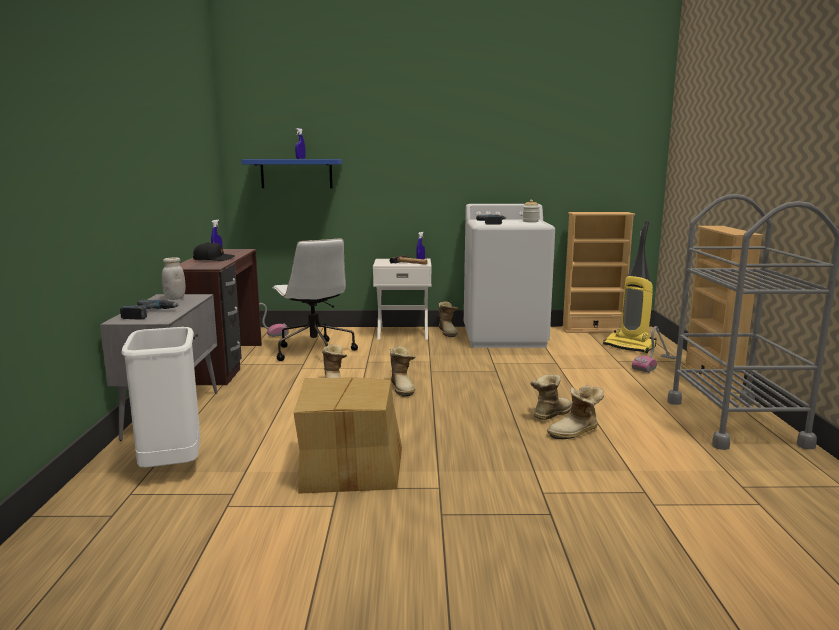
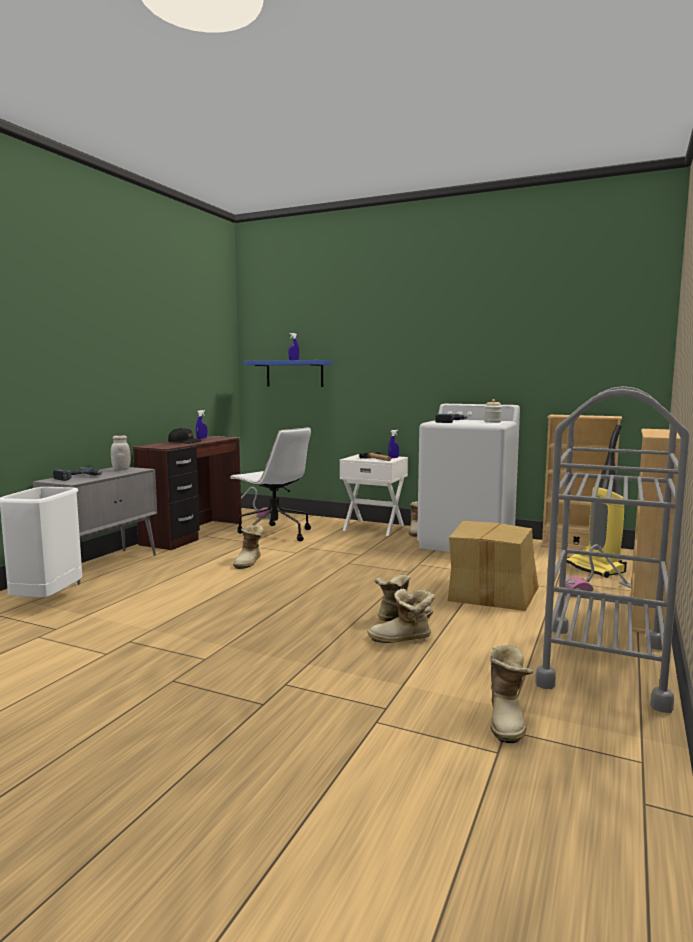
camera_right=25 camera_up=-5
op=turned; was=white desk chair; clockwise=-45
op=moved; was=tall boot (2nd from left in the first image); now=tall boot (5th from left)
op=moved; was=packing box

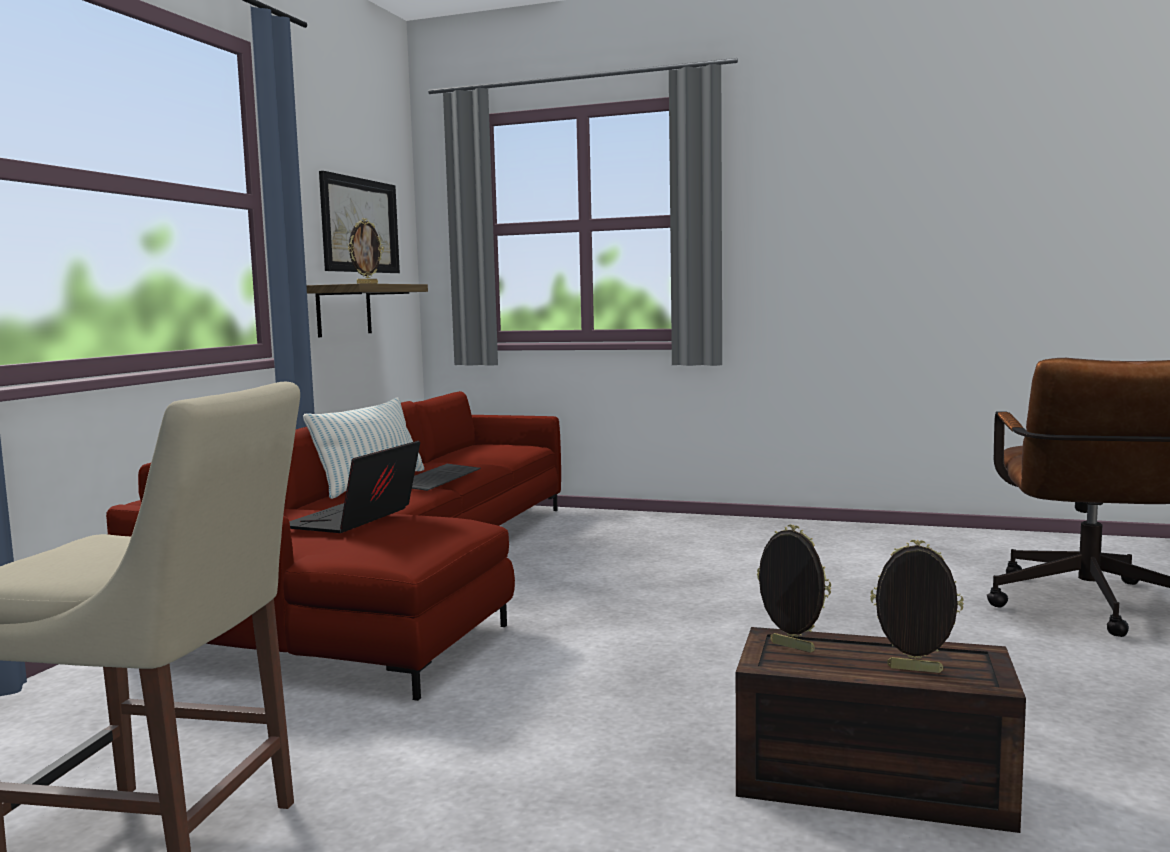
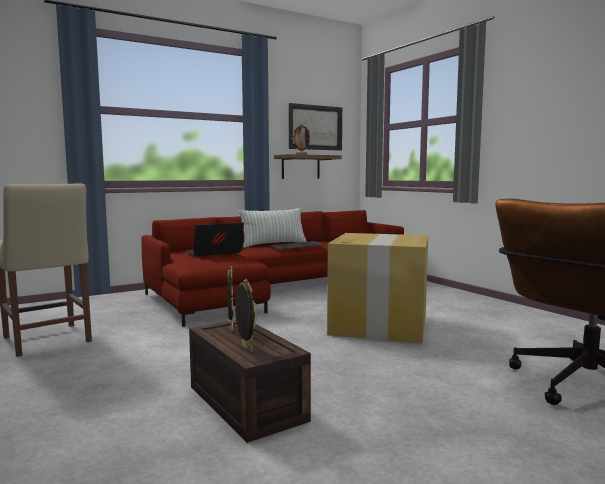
camera_right=40 camera_up=0
op=added; now=packing box

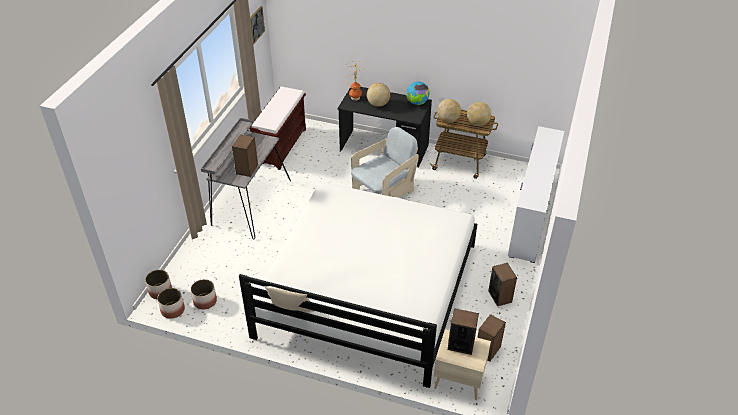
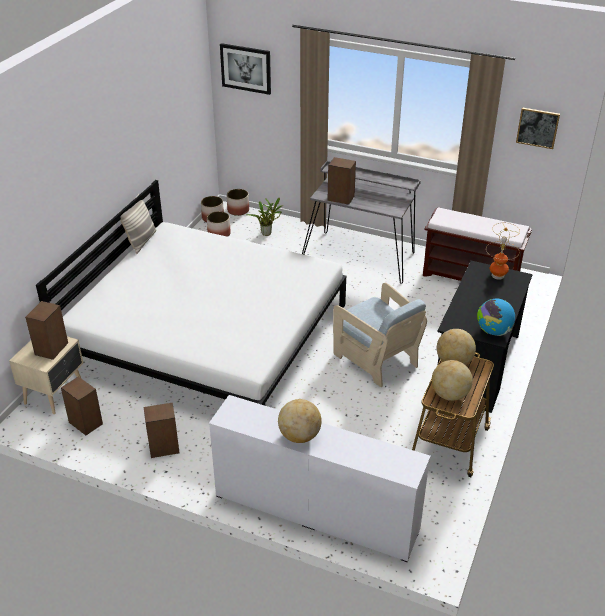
camera_right=95 camera_up=-5
op=moved; was=world globe (1st from left)
op=added; now=picture (1st from left)
op=added; now=potted plant

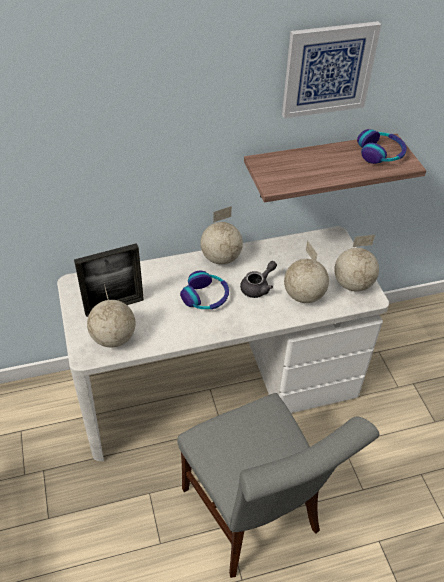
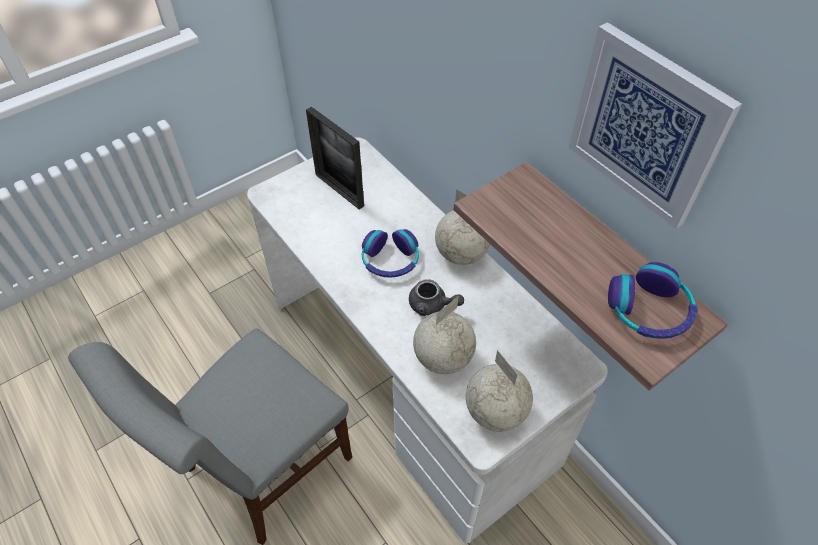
camera_right=70 camera_up=5
op=removed; was=world globe (1st from left)

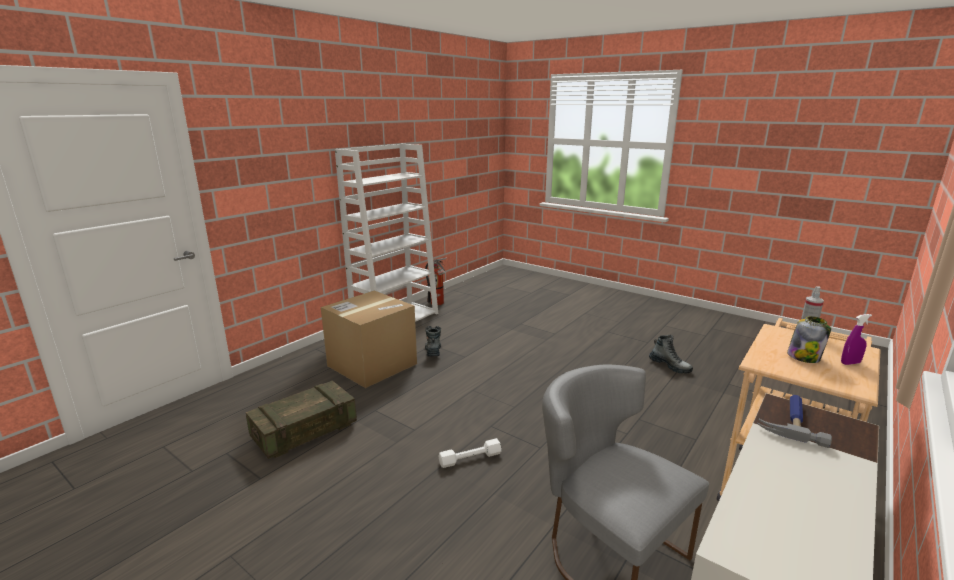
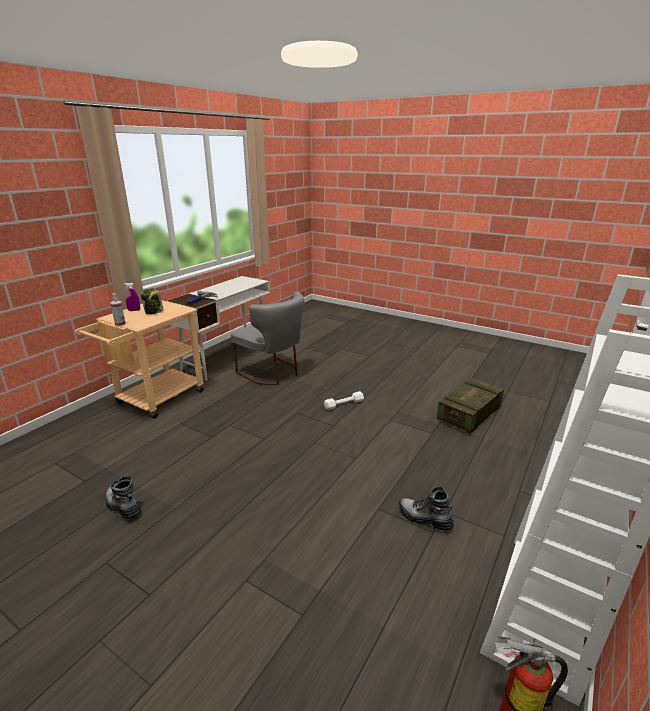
camera_right=175 camera_up=5
op=removed; was=packing box
op=turned; was=tall boot (1st from left in the first image); clockwise=135

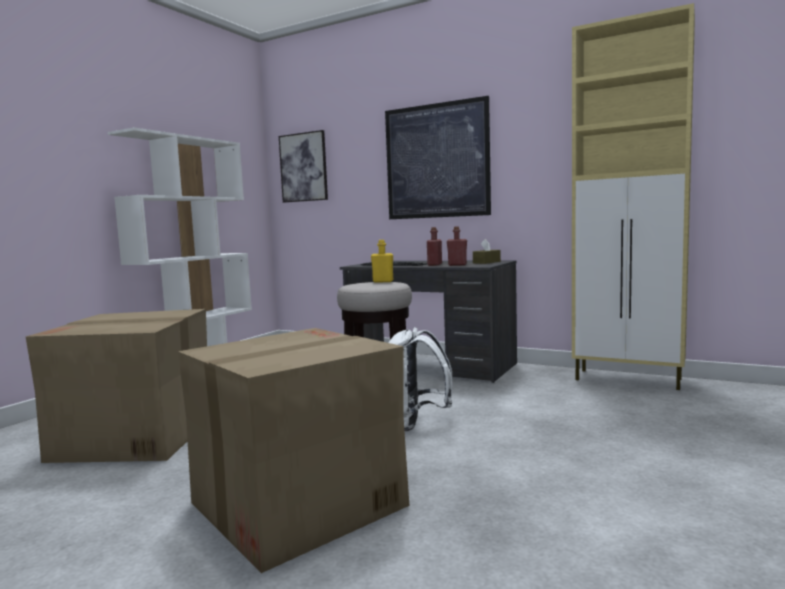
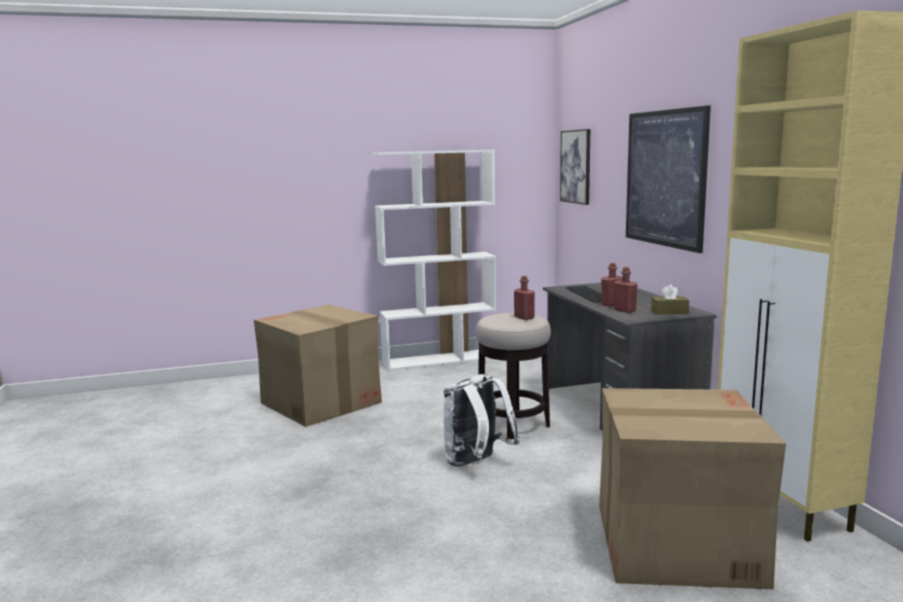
camera_right=45 camera_up=5
op=recoloured; was=yellow drink bottle; now=reddish drink bottle (1st from left)
op=moved; was=packing box (2nd from left)

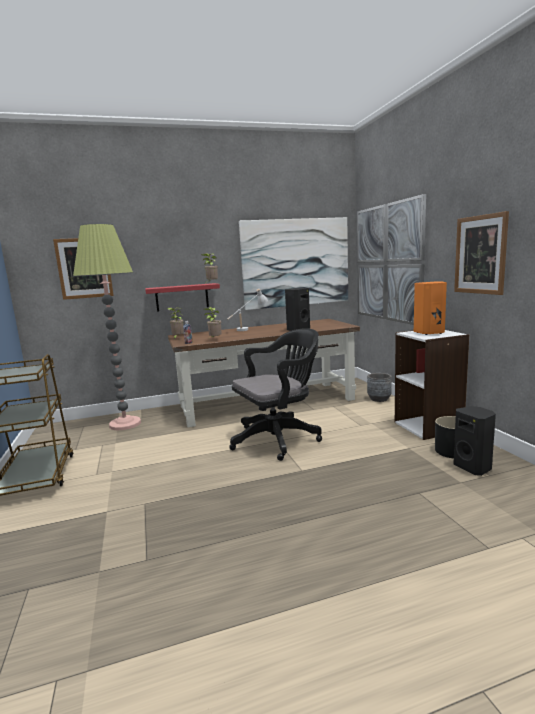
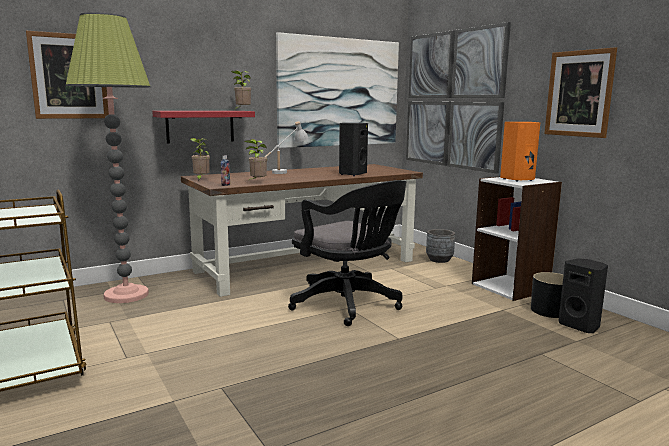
camera_right=-15 camera_up=0
op=turned; was=black-coloured desk chair; clockwise=90

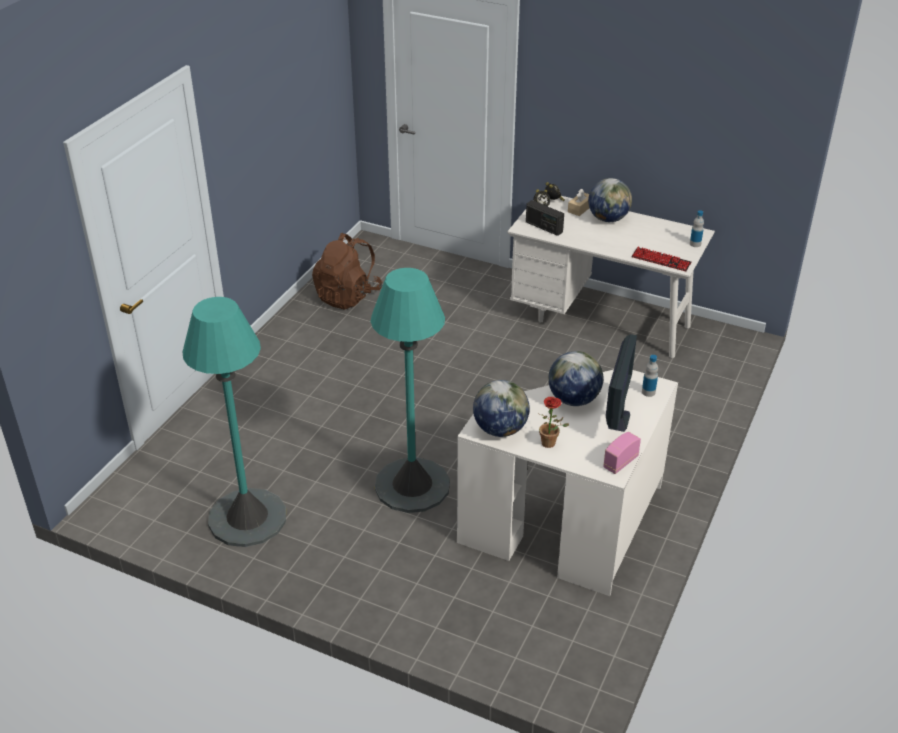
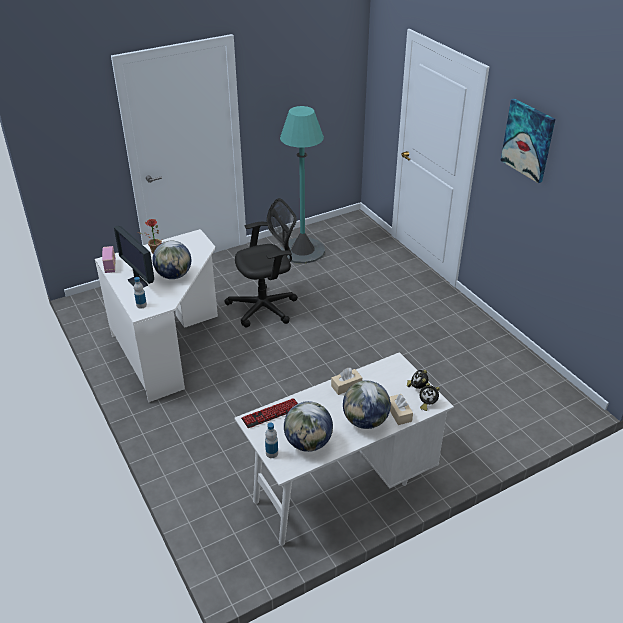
camera_right=125 camera_up=0
op=removed; was=radio receiver (1st from left)
op=removed; was=brown knapsack
op=replaced; was=blue-green floor lamp (2nd from left); now=black-coloured desk chair
op=moved; was=world globe (1st from left in the first image); now=world globe (2nd from left)
op=added; now=picture
op=added; now=beige-coloured tissue box (1st from left)

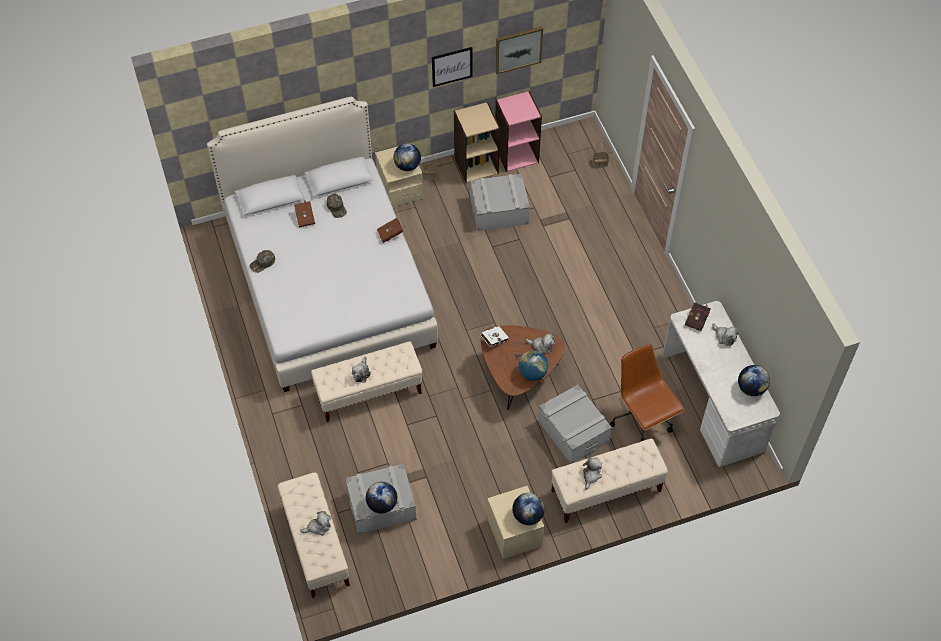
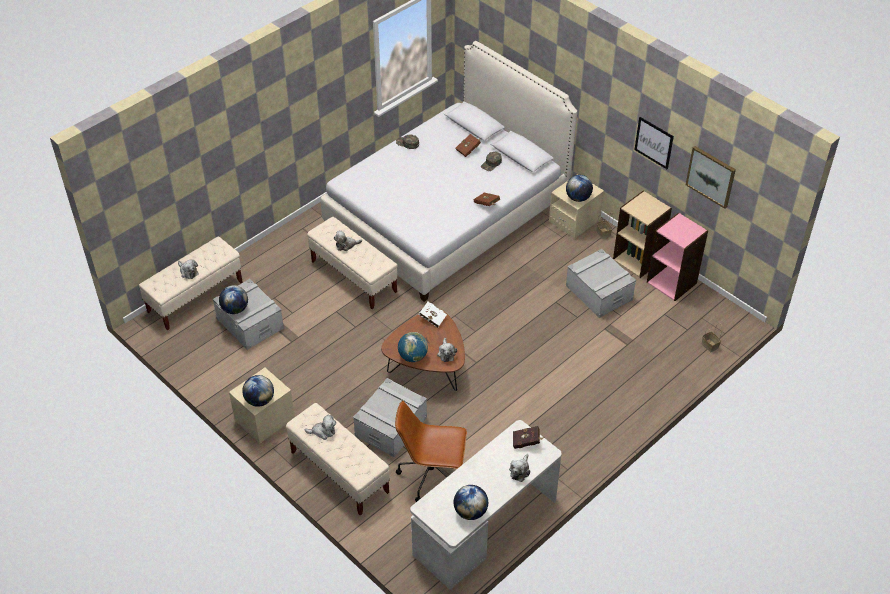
camera_right=65 camera_up=-10
op=turned; was=brown desk chair; clockwise=-120

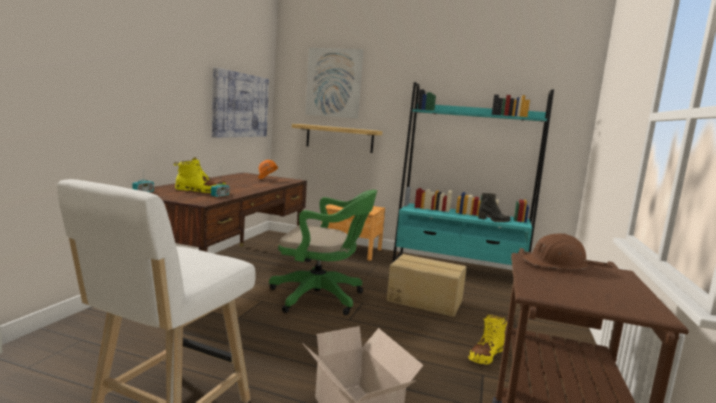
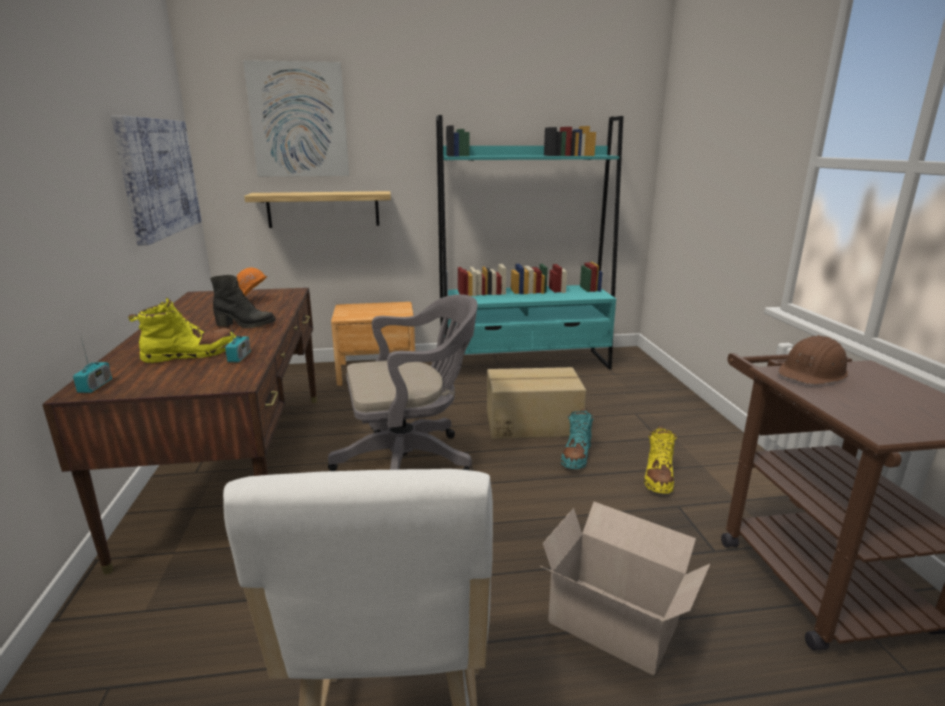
camera_right=-25 camera_up=10
op=recoloured; was=green-coloured desk chair; now=greyish desk chair
op=moved; was=black-coloured tall boot
op=added; now=blue-green tall boot

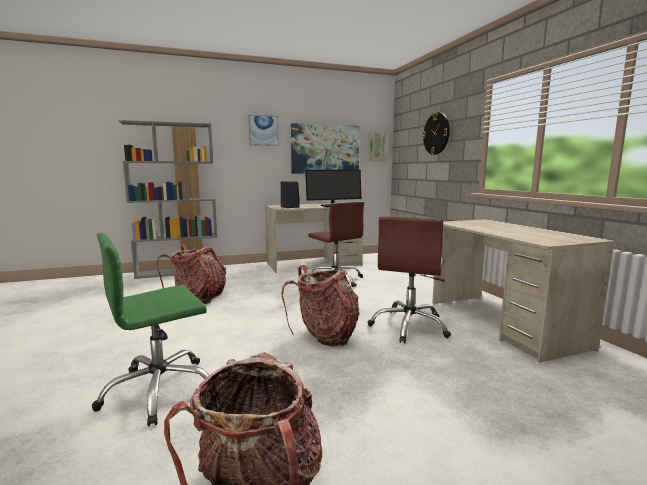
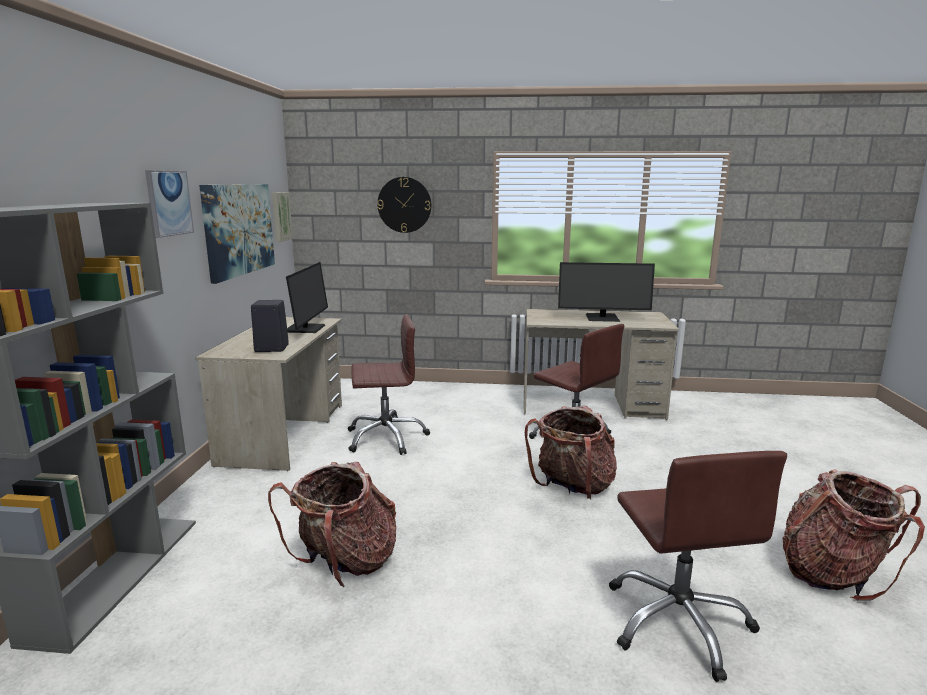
camera_right=-65 camera_up=5
op=recoloured; was=green-coloured desk chair; now=brown desk chair (3rd from left)
op=added; now=computer display (2nd from left)

